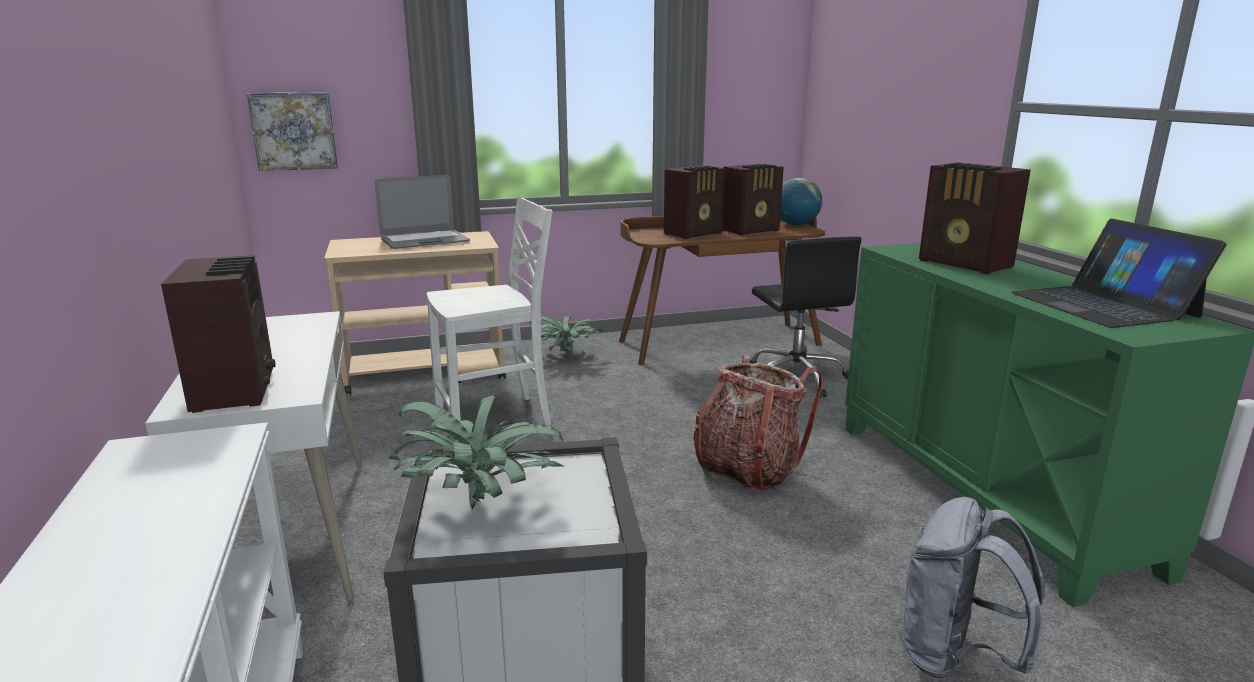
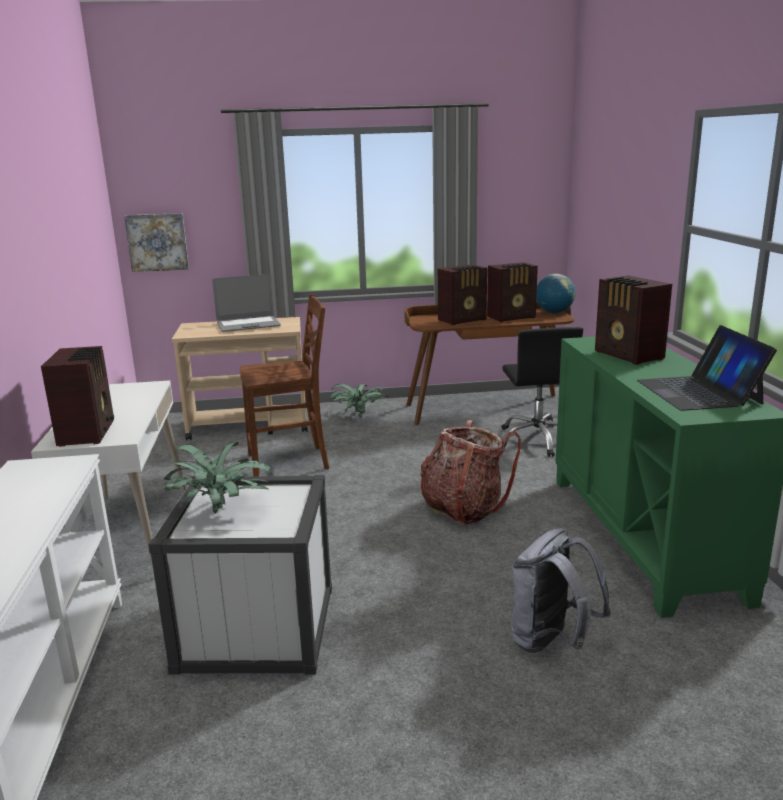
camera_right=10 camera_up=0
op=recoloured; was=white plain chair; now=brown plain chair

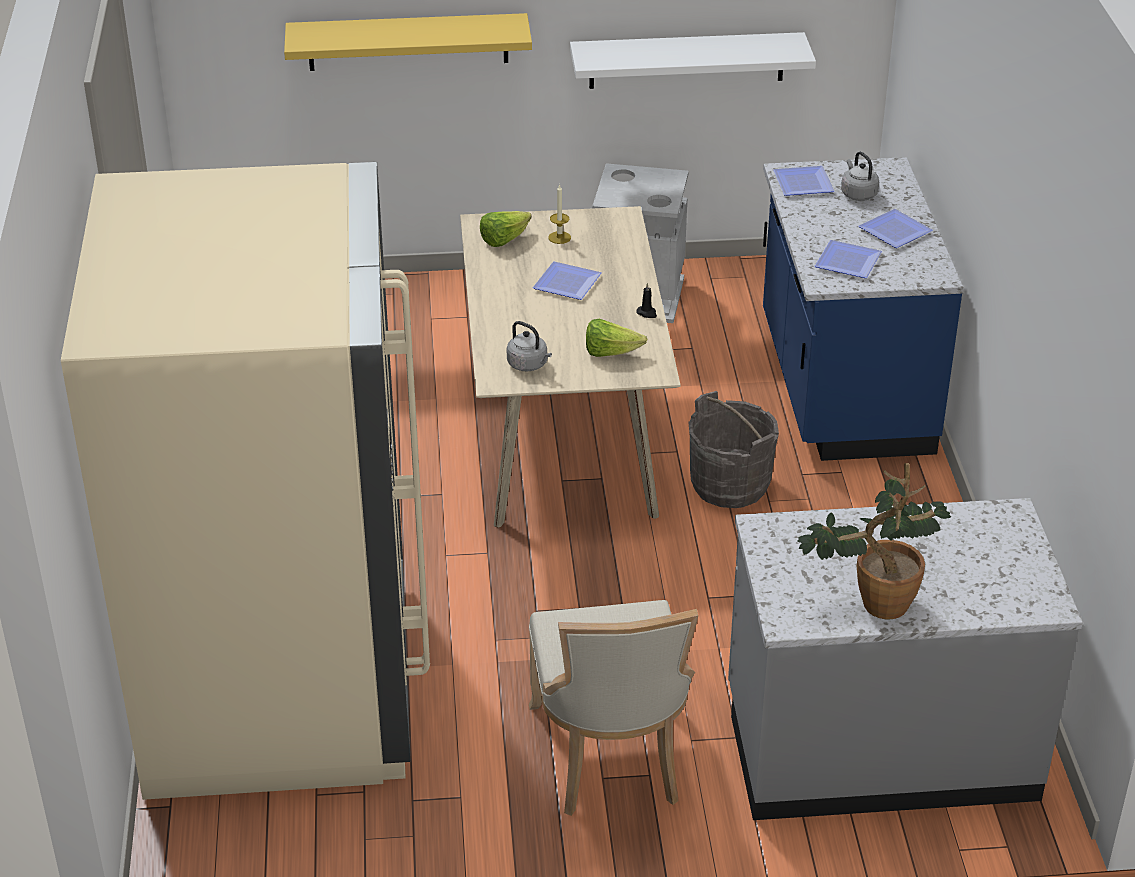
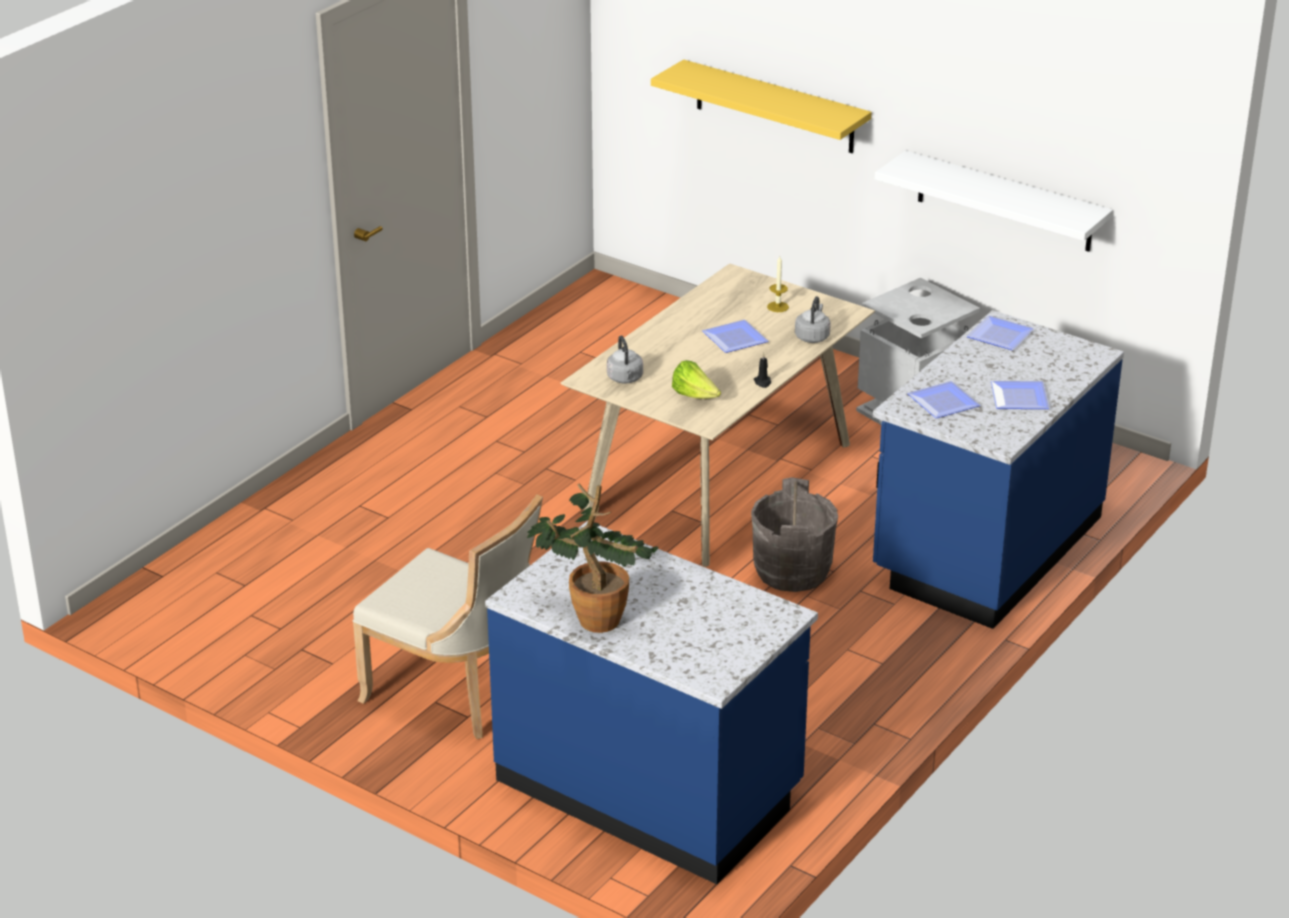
camera_right=40 camera_up=-5
op=moved; was=greyish tea kettle (2nd from left)
op=removed; was=beige-coloured fridge
op=removed; was=lettuce (1st from left)
op=recoloured; was=greyish counter; now=blue-coloured counter (1st from left)
op=turned; was=beige-coloured plain chair; clockwise=-90

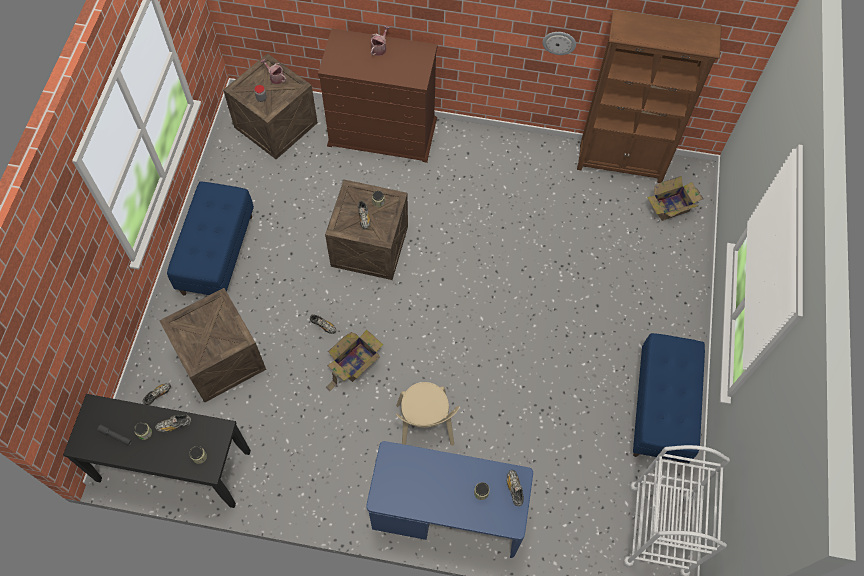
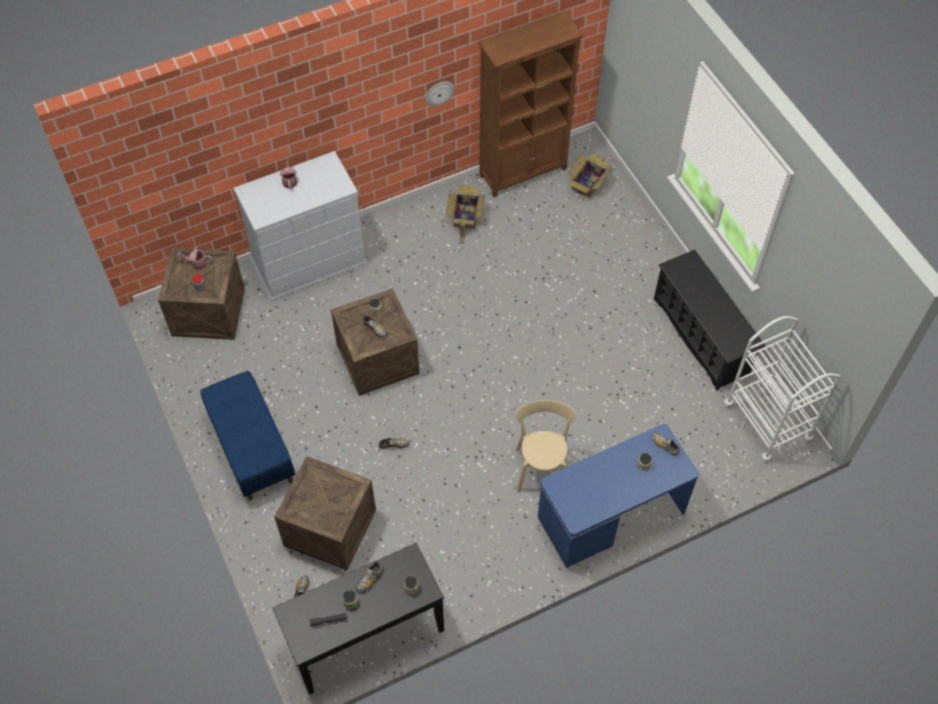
camera_right=-35 camera_up=-5
op=recoloured; was=brown chest of drawers; now=white chest of drawers
op=moved; was=packing box (1st from left)
op=replaced; was=blue-coloured indoor bench (2nd from left); now=black-coloured shoe shelf
op=turned; was=beige-coloured plain chair; clockwise=-135

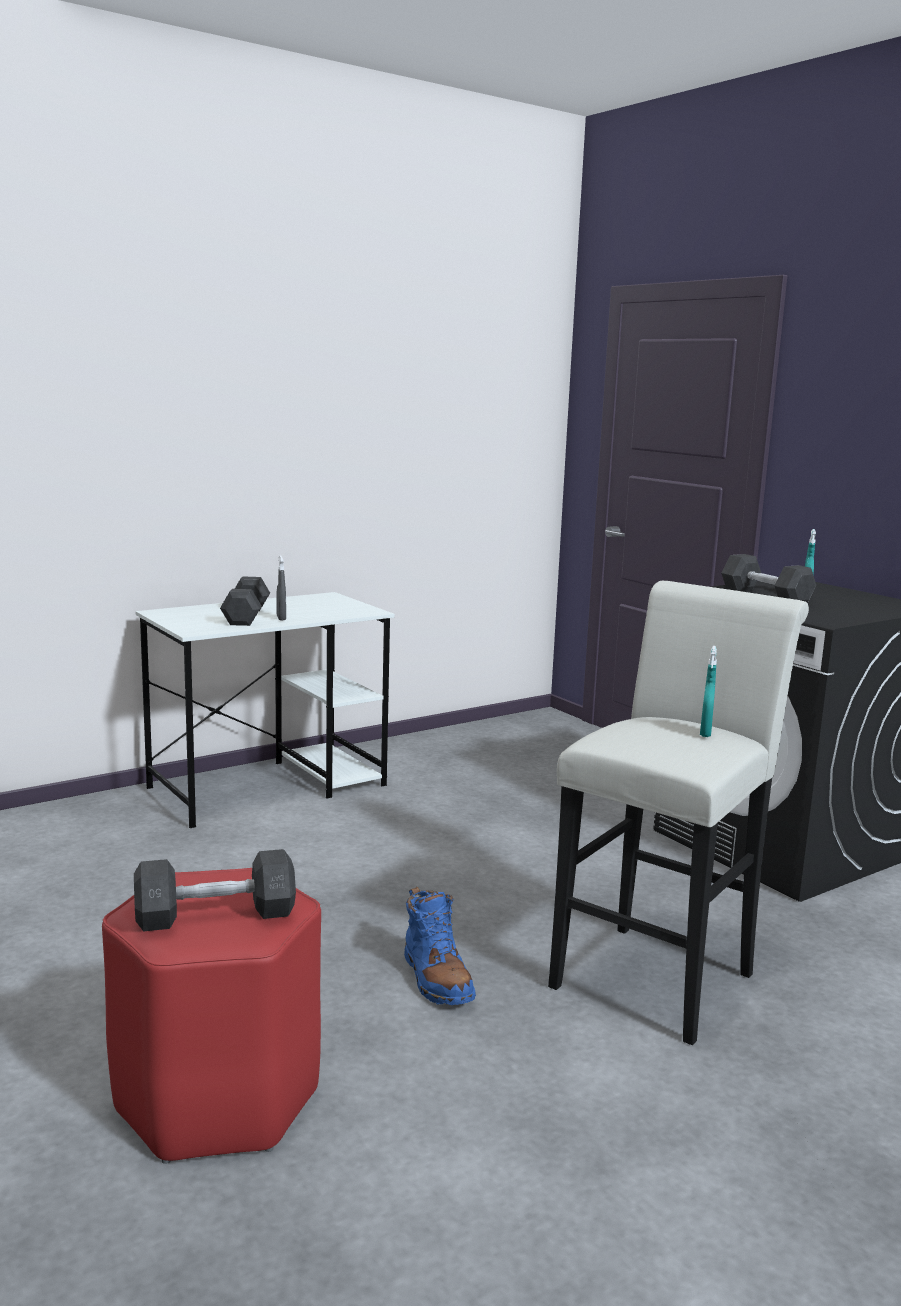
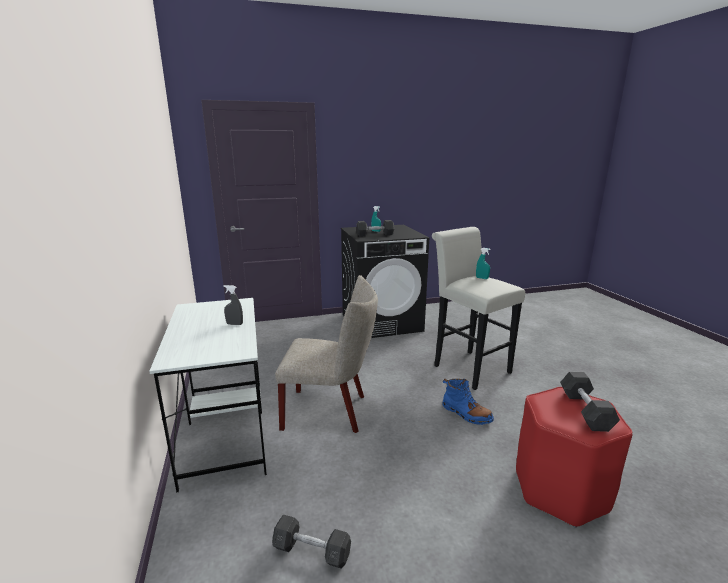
camera_right=-70 camera_up=5
op=moved; was=greyish hand weight (2nd from left in the first image); now=greyish hand weight (1st from left)
op=turned; was=blue-coloured tall boot; clockwise=45
op=added; now=beige-coloured plain chair

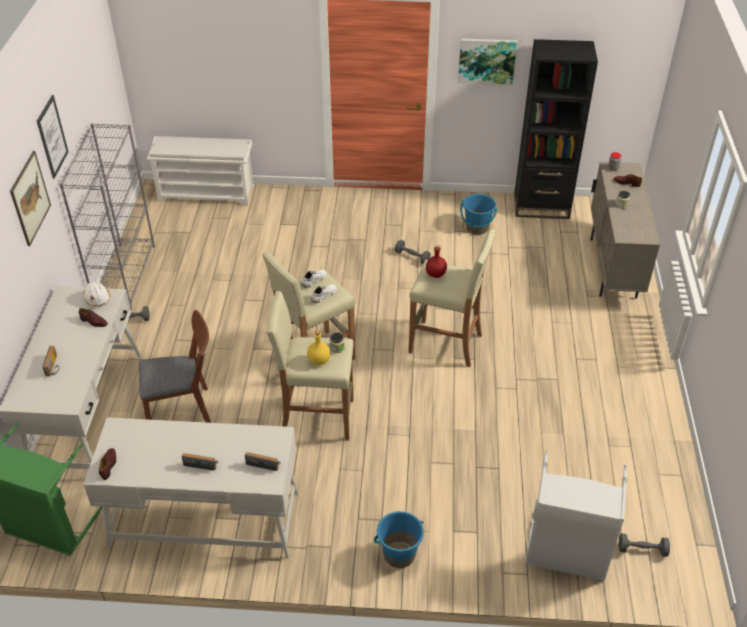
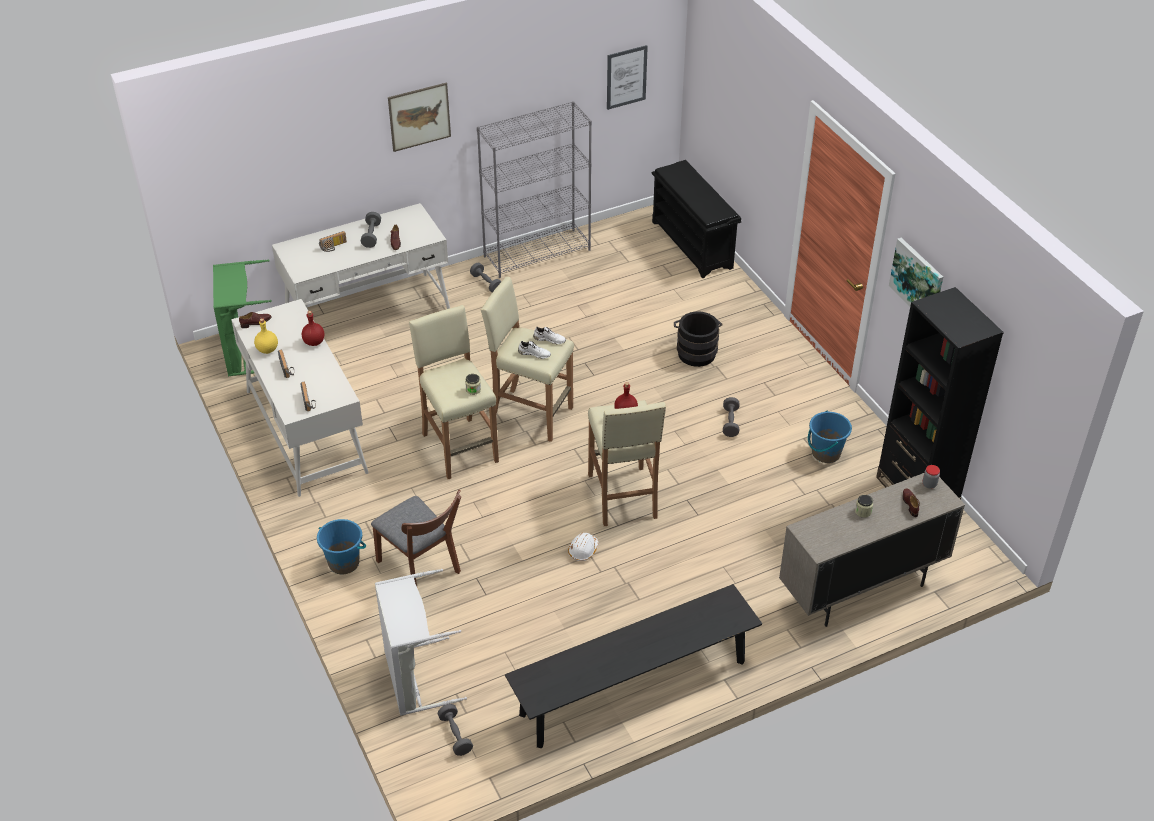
camera_right=60 camera_up=0
op=moved; was=picture (2nd from left)
op=recoloured; was=white shoe shelf; now=black-coloured shoe shelf
op=moved; was=white safety helmet
op=moved; was=brown plain chair
op=moved; was=yellow drink bottle
op=added; now=greyish hand weight (1st from left)
op=added; now=reddish drink bottle (1st from left)
op=added; now=black-coloured bucket
op=added; now=black-coloured indoor bench

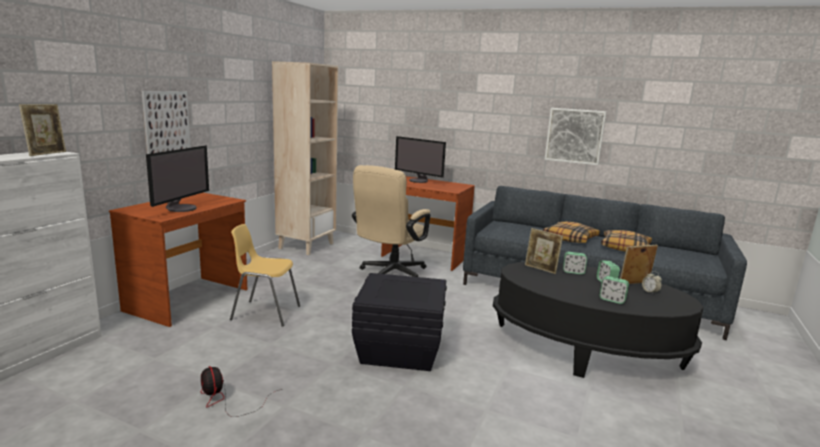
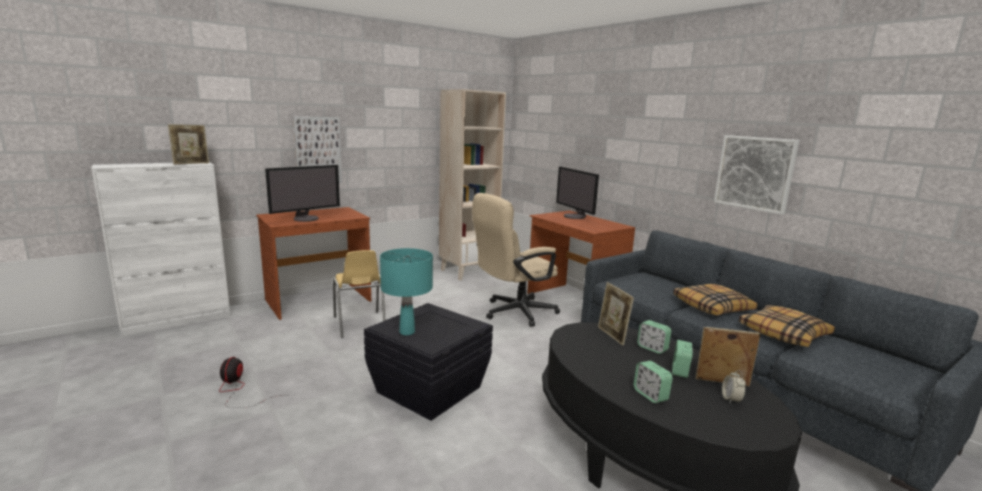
camera_right=30 camera_up=0
op=turned; was=yellow plain chair; clockwise=-150
op=added; now=blue-green lamp for a table

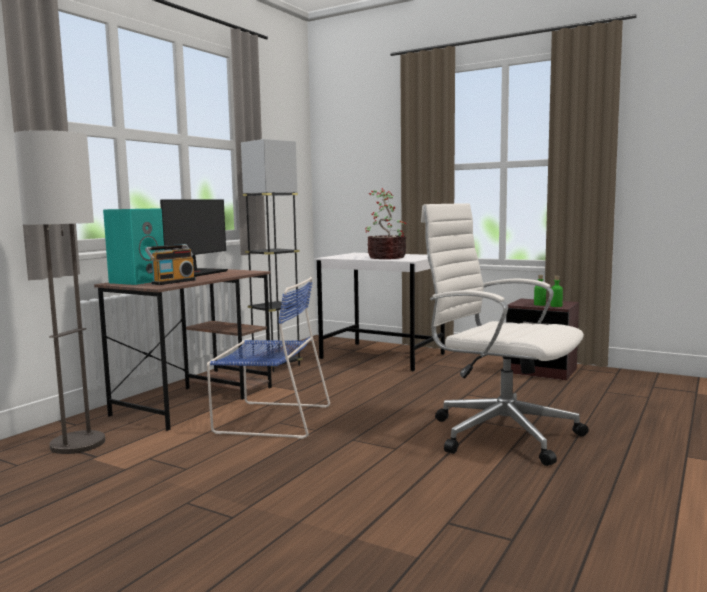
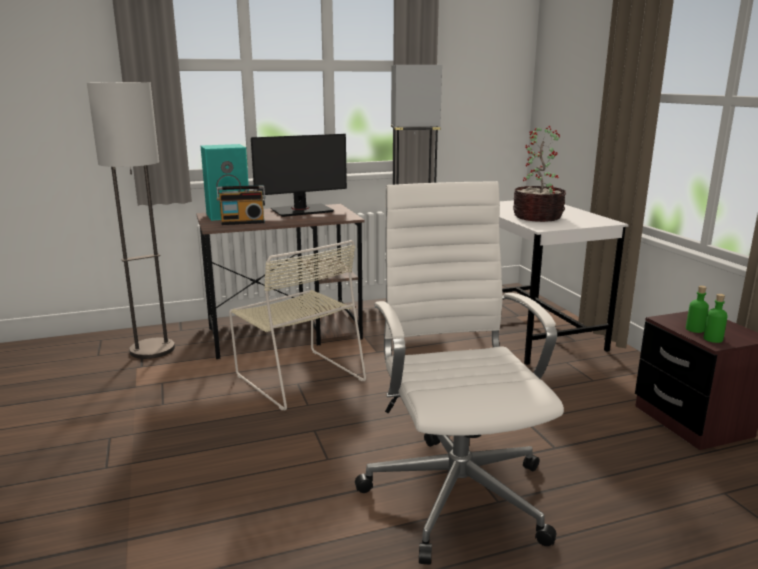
camera_right=40 camera_up=10
op=recoloured; was=blue-coloured plain chair; now=beige-coloured plain chair

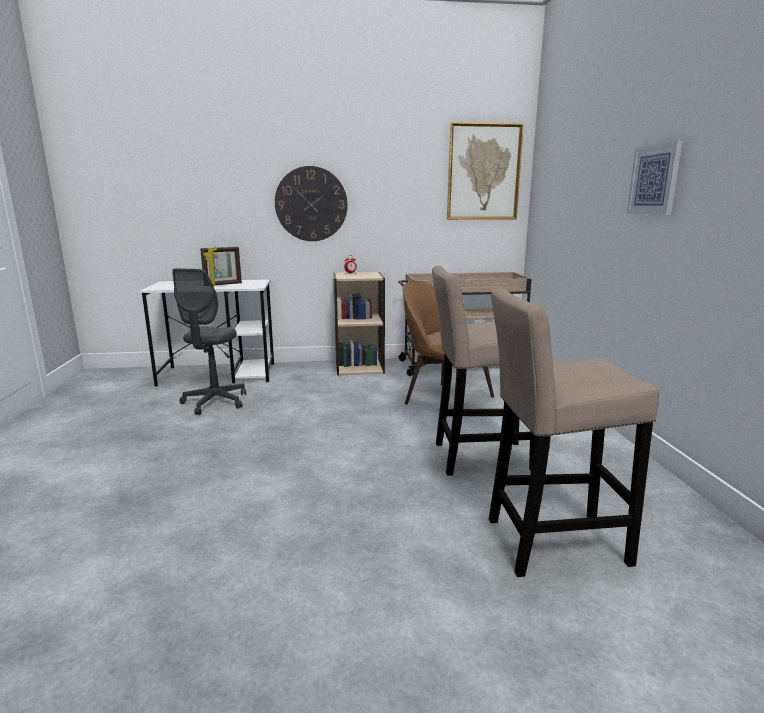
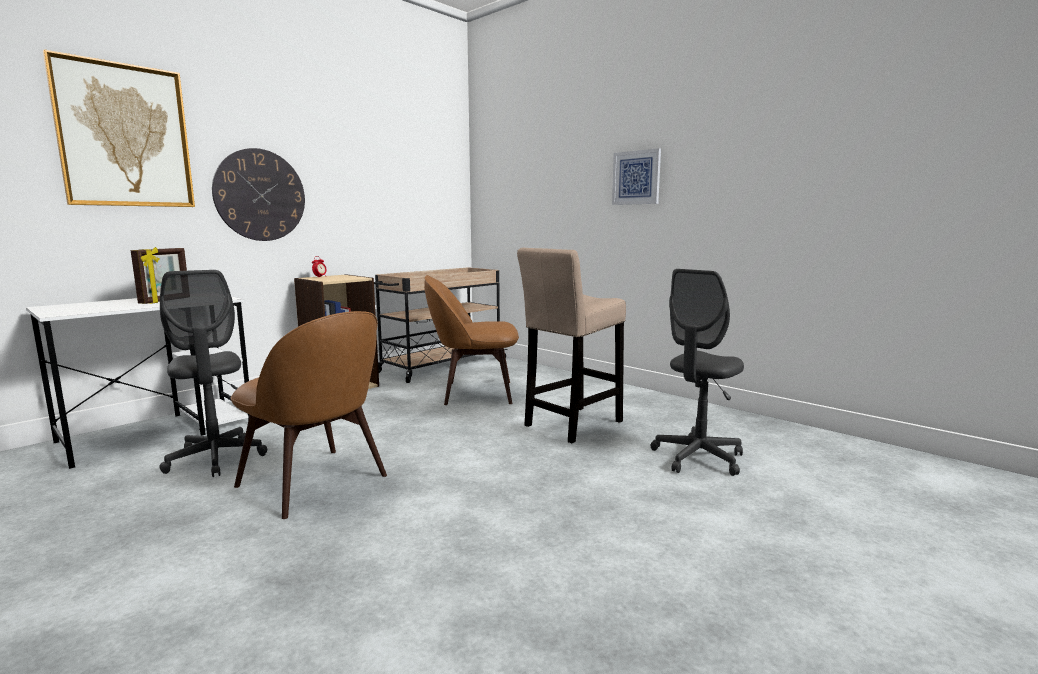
camera_right=-40 camera_up=-5
op=moved; was=picture (1st from left)
op=replaced; was=beige-coloured stool seat (2nd from left); now=greyish desk chair (2nd from left)
op=added; now=brown plain chair (1st from left)

